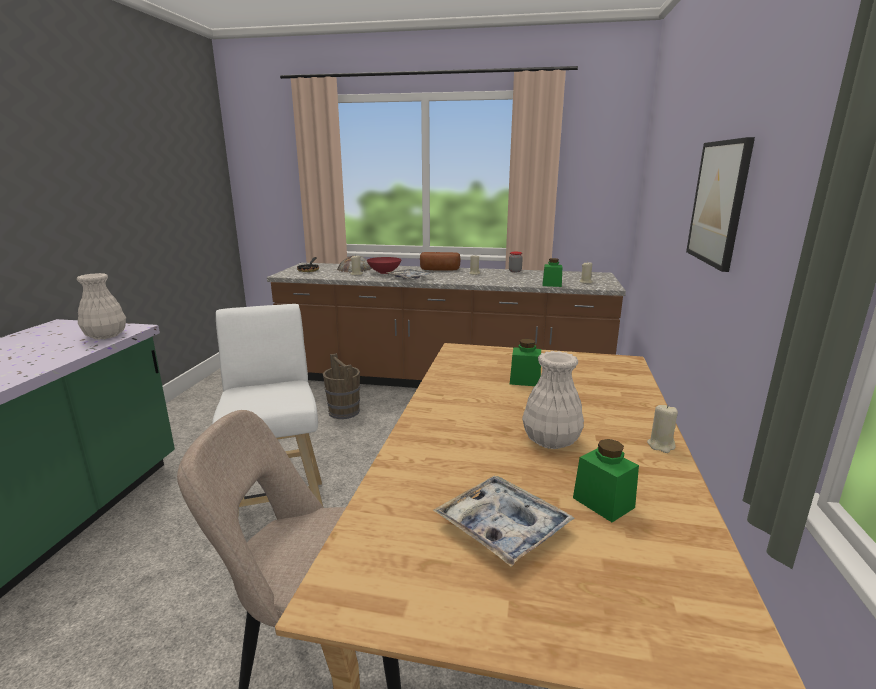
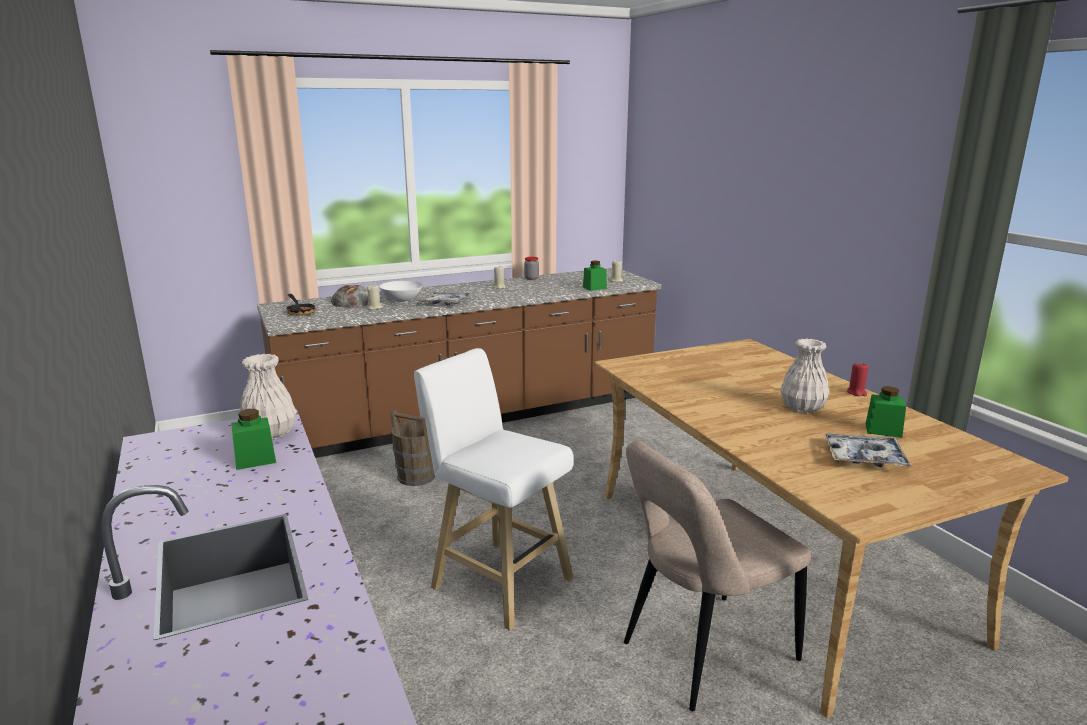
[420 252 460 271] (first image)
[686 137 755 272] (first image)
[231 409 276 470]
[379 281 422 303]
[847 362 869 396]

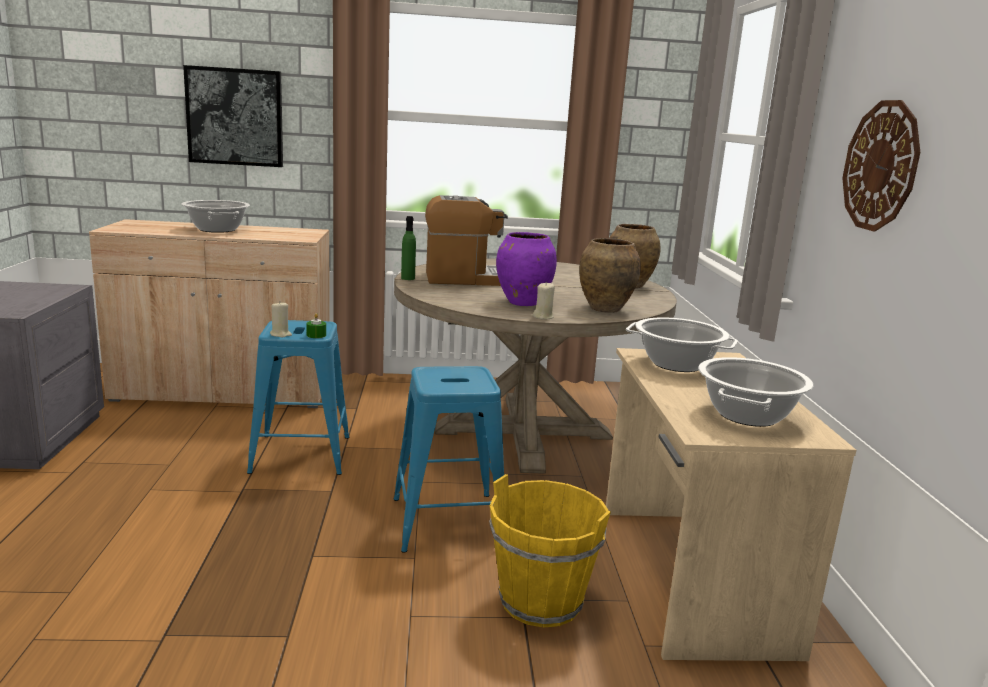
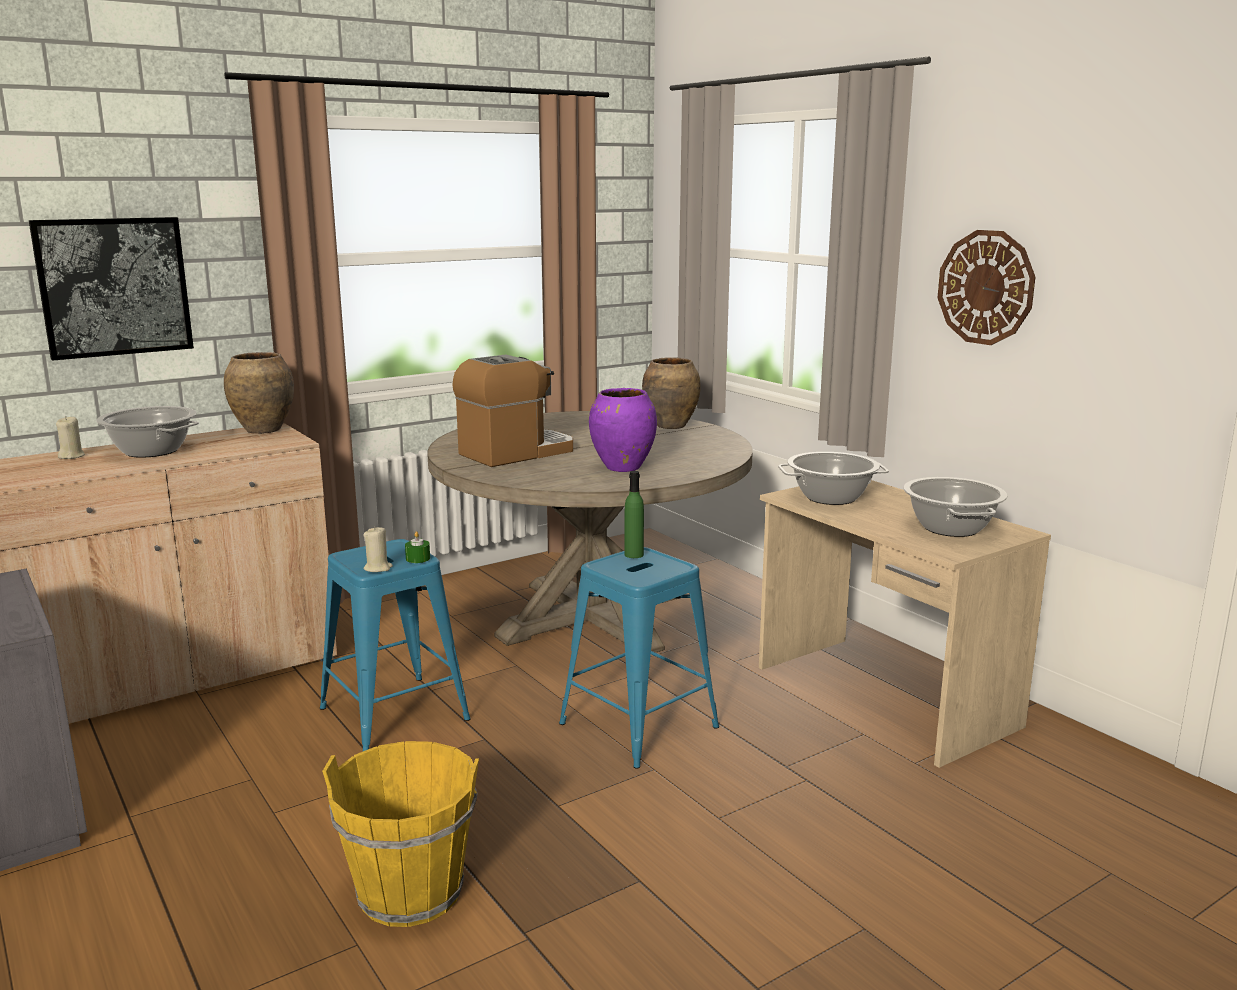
[624 471 644 558]
[322 741 479 927]
[56 416 85 459]
[224 352 294 434]

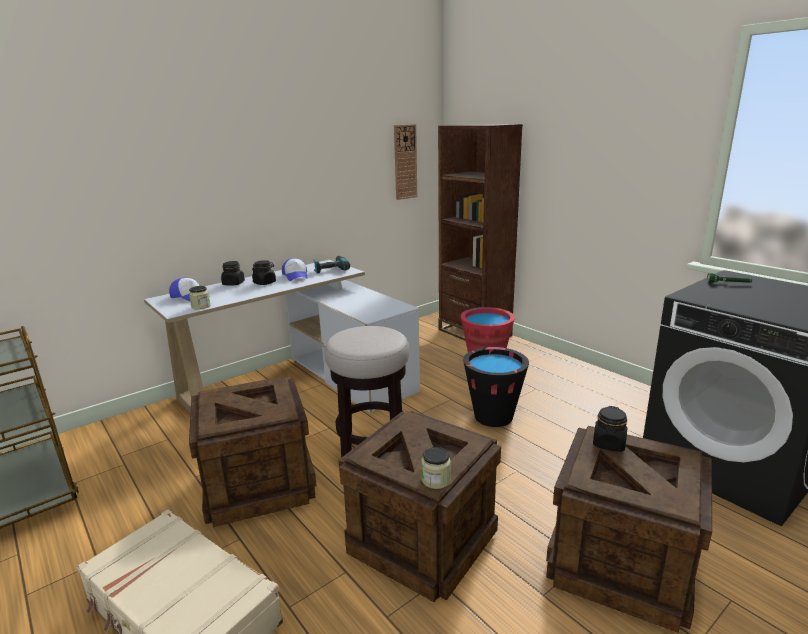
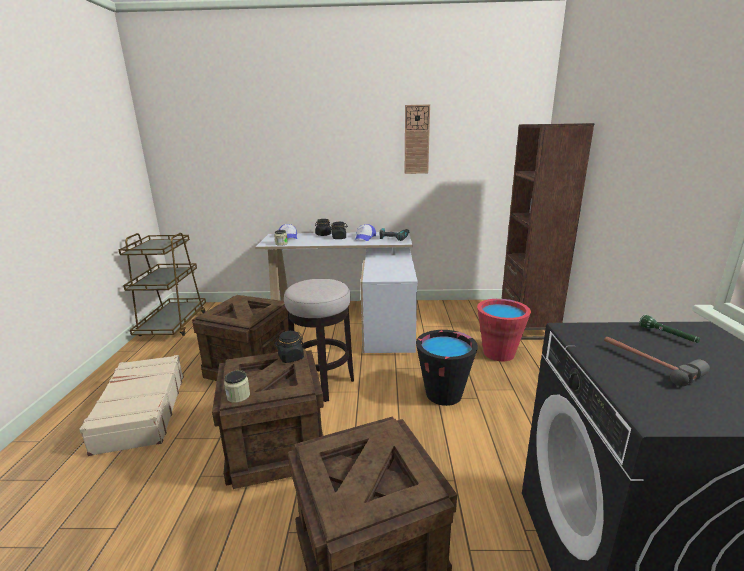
[604 337 710 387]
[405 104 430 174]
[274 331 305 363]

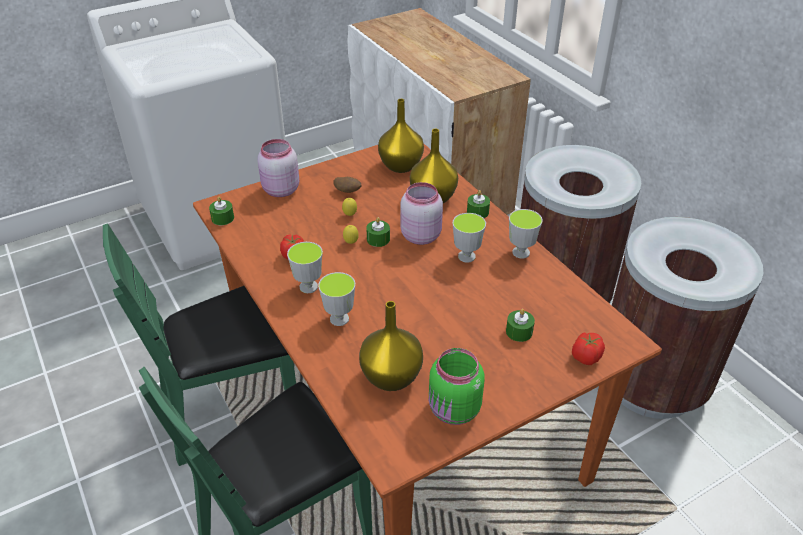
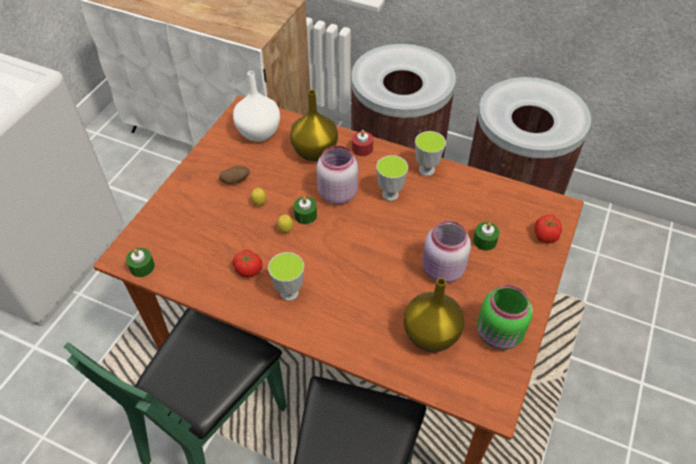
[318 272 355 326] (first image)
[422 221 471 283]
[233 71 280 142]
[352 130 373 156]

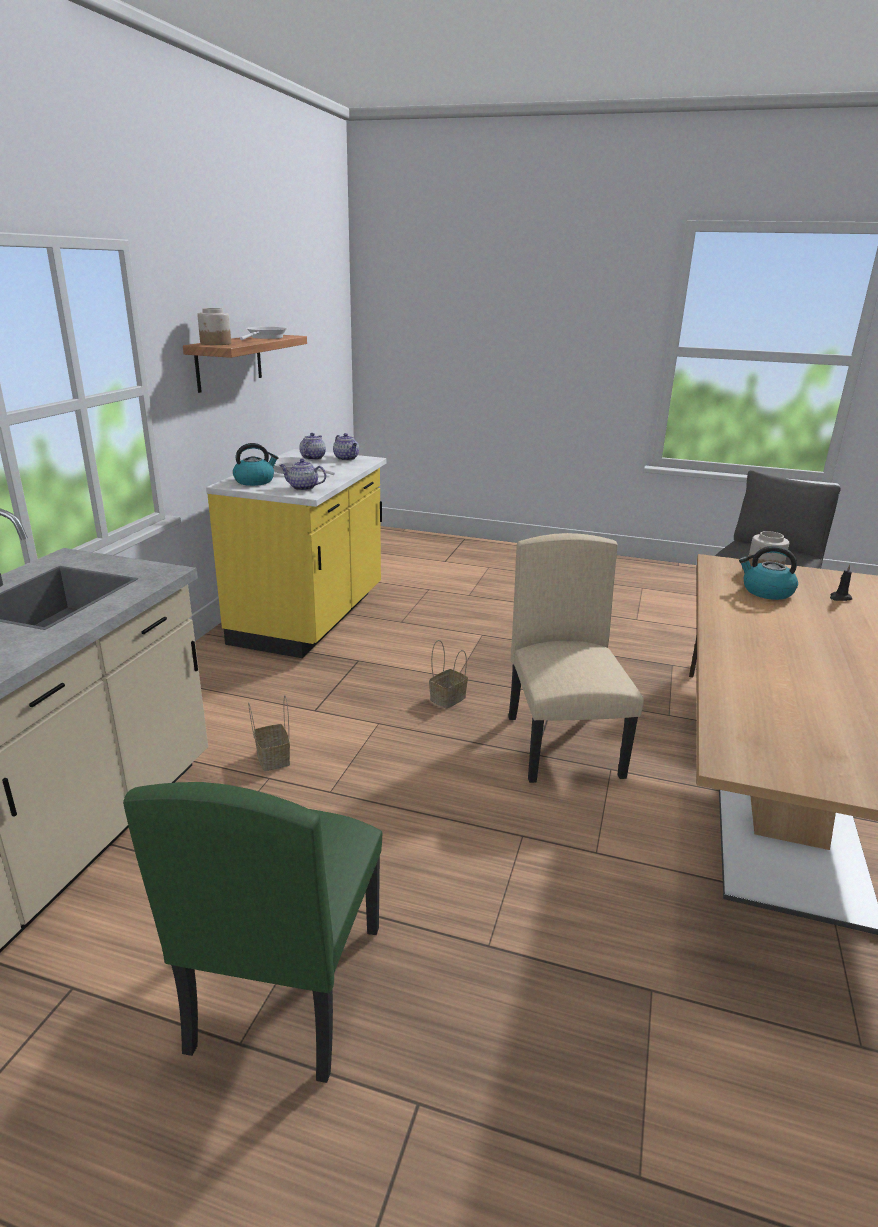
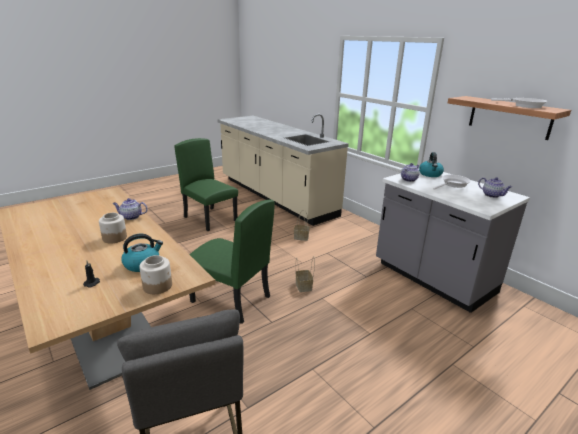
[99 213 127 244]
[112 198 148 220]
[376 168 530 313]
[189 199 275 324]

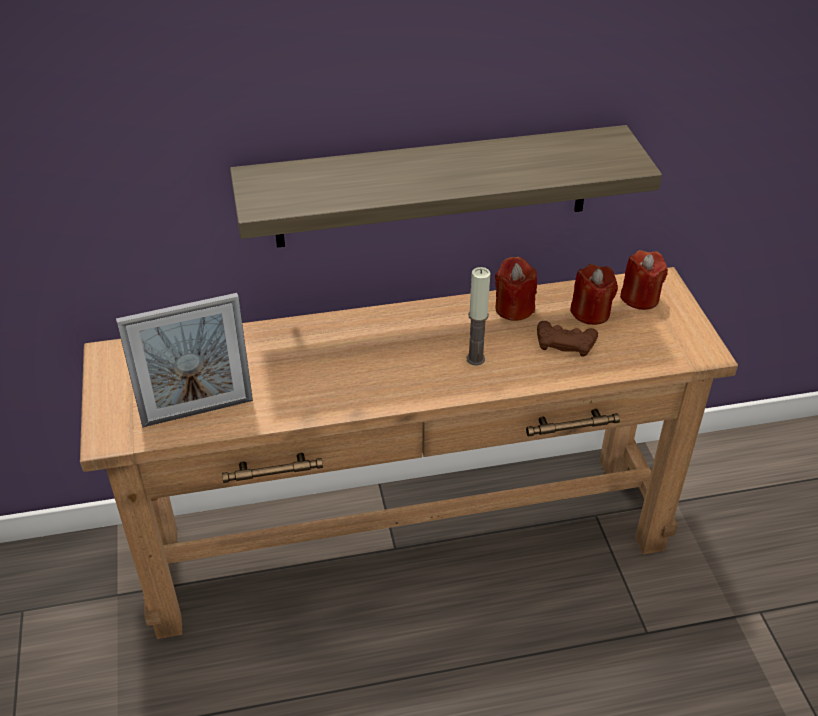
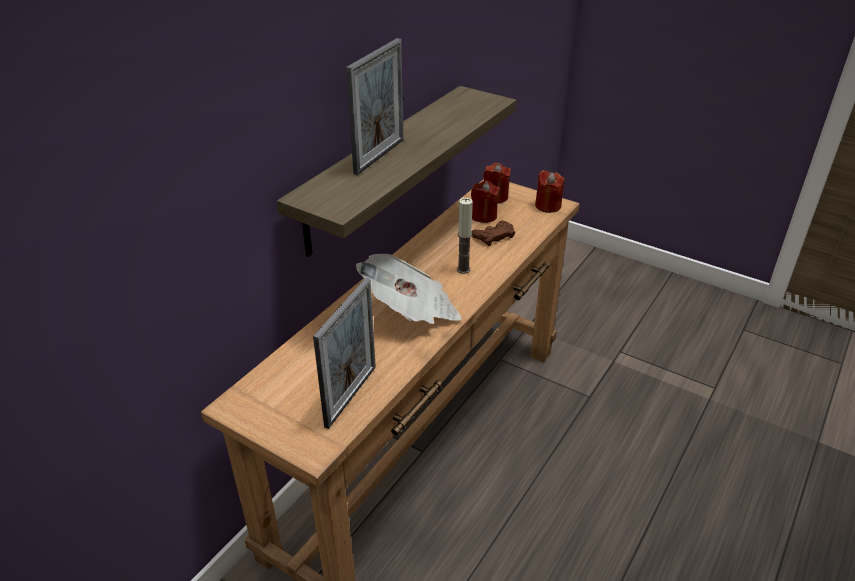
[346 38 403 175]
[356 253 462 324]
[535 170 564 213]

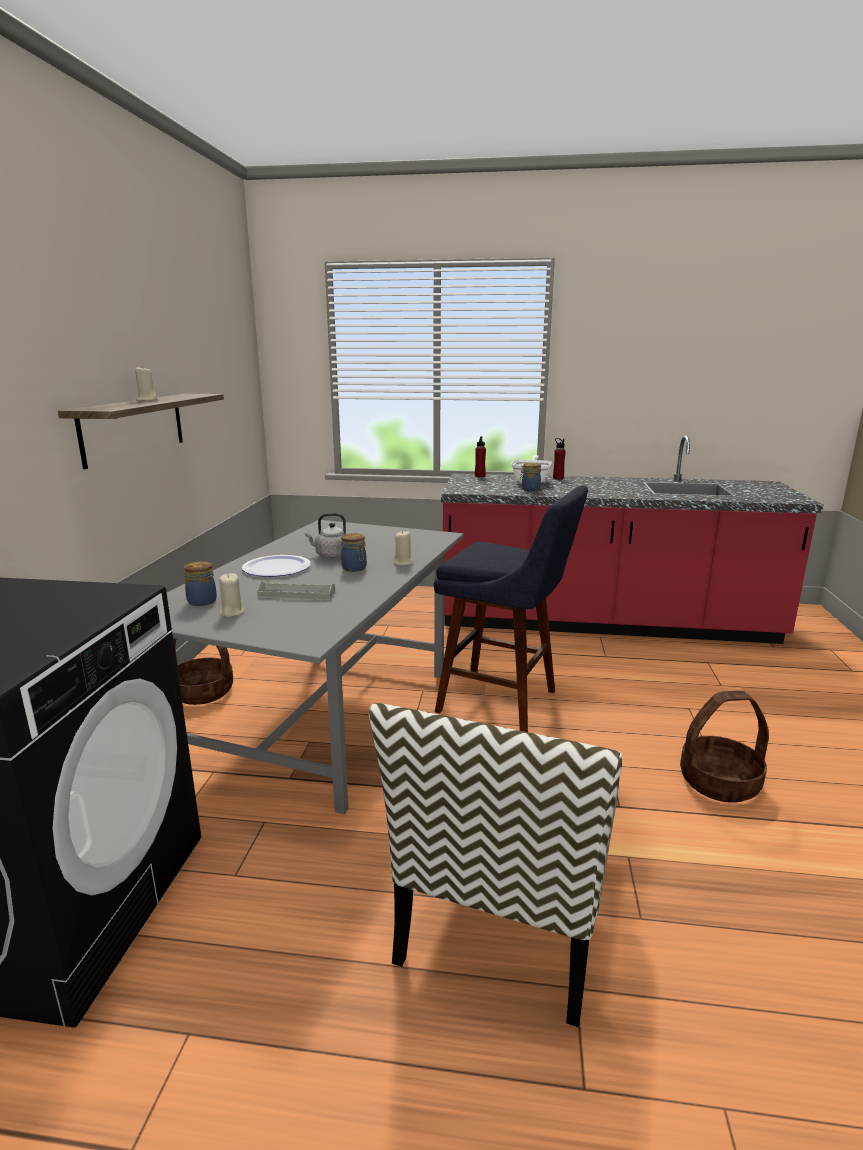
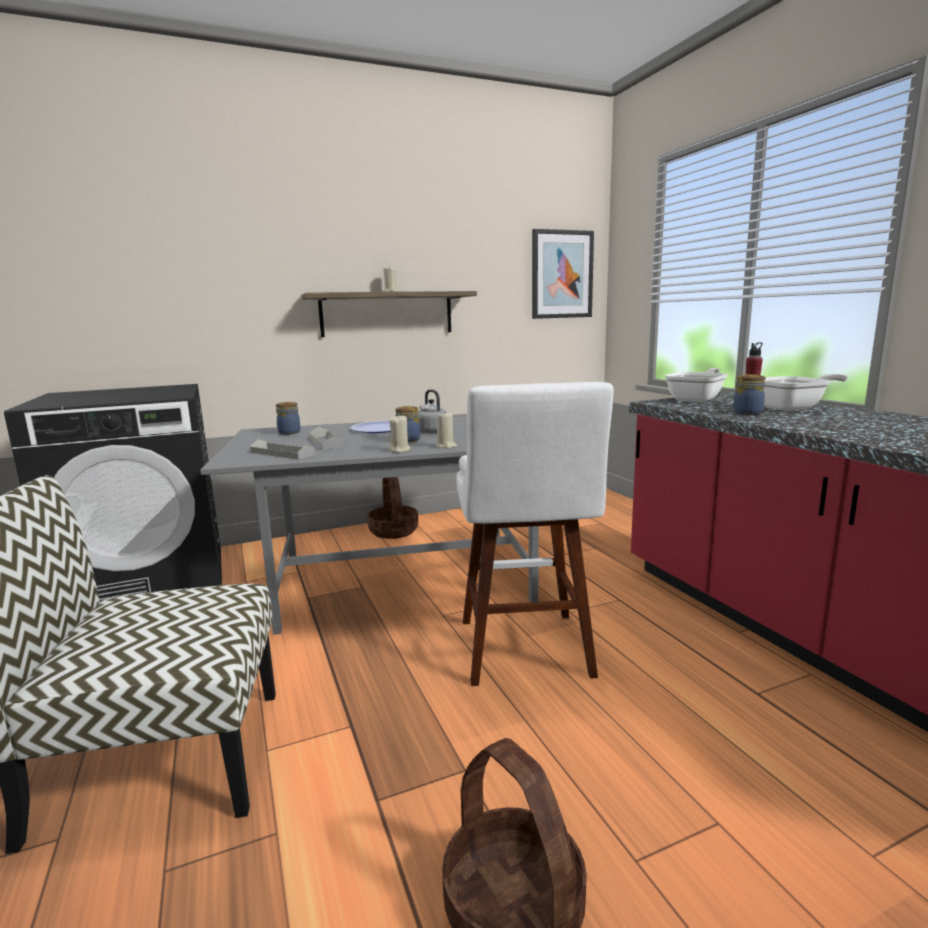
[553 438 566 479] (first image)
[250 439 315 460]
[532 229 594 319]
[664 368 728 403]
[388 416 411 452]
[456 382 614 686]

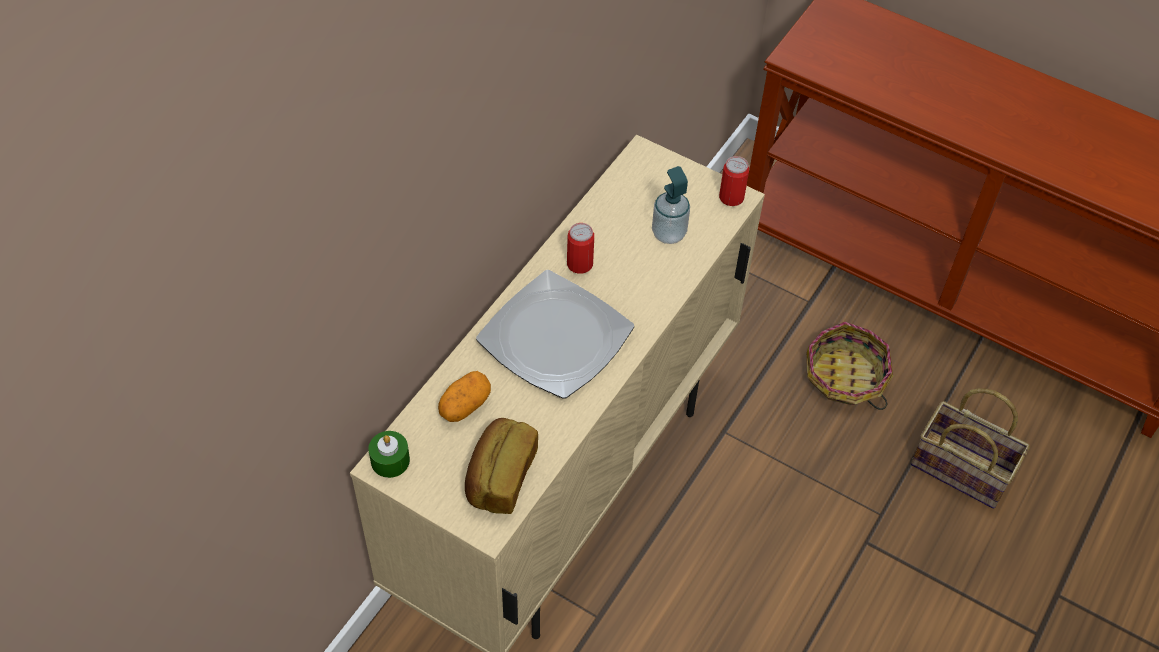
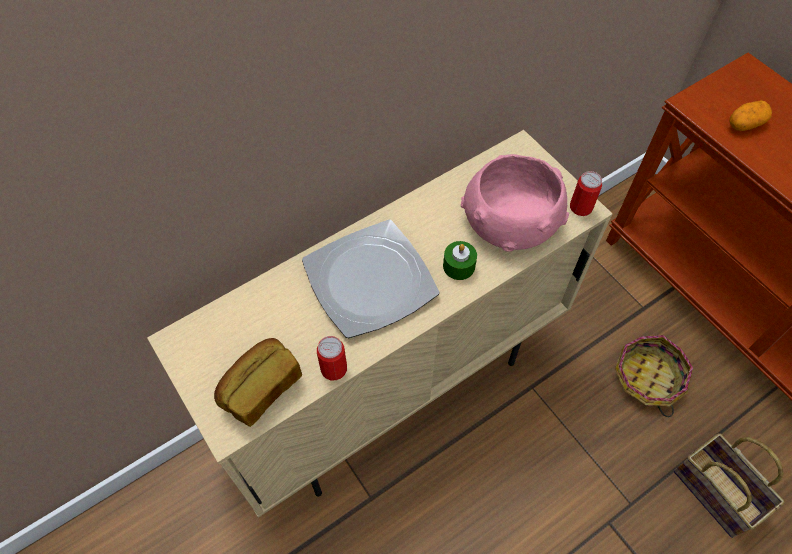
[443 241 477 280]
[730 100 772 131]
[317 336 347 380]
[461 154 569 252]

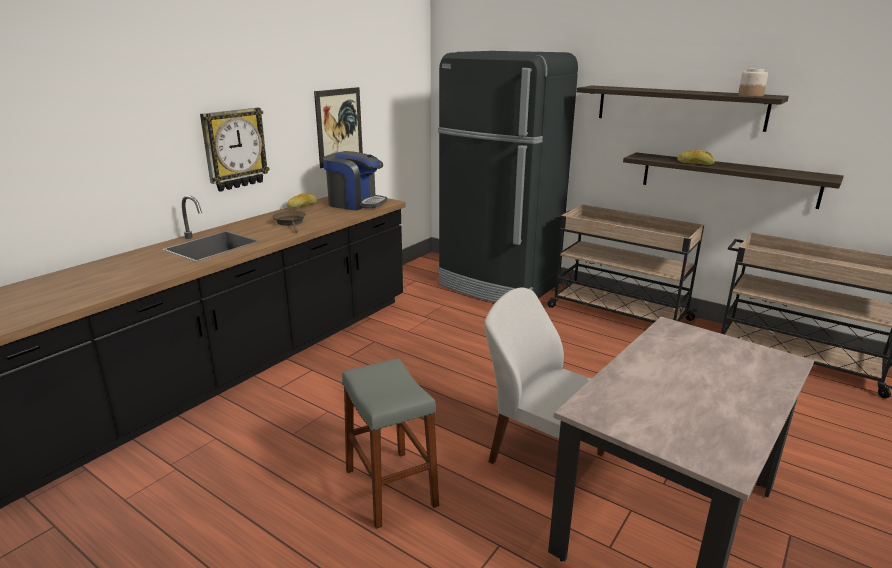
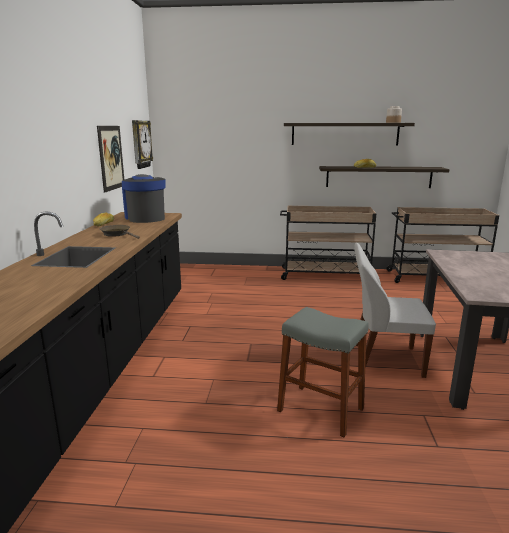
[438 51 578 303] (first image)
[132 120 153 169]
[122 174 166 223]

